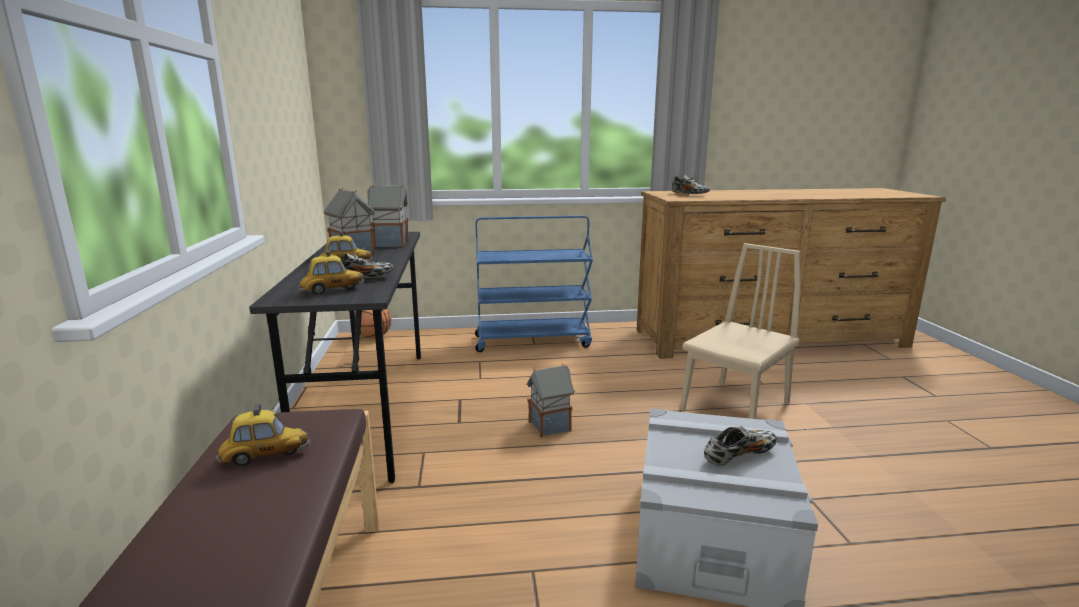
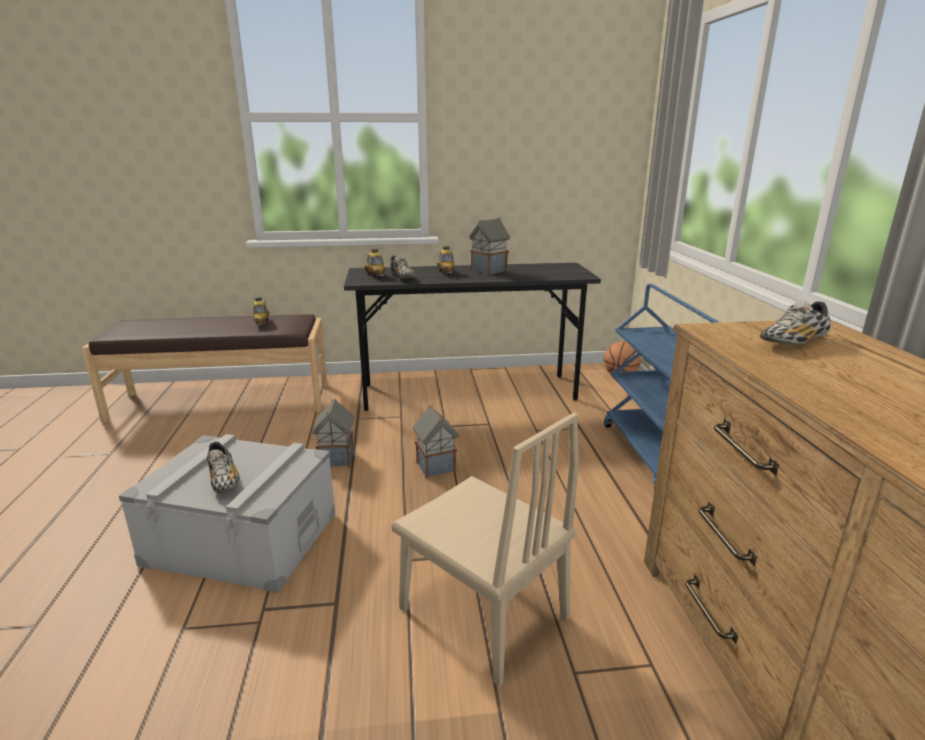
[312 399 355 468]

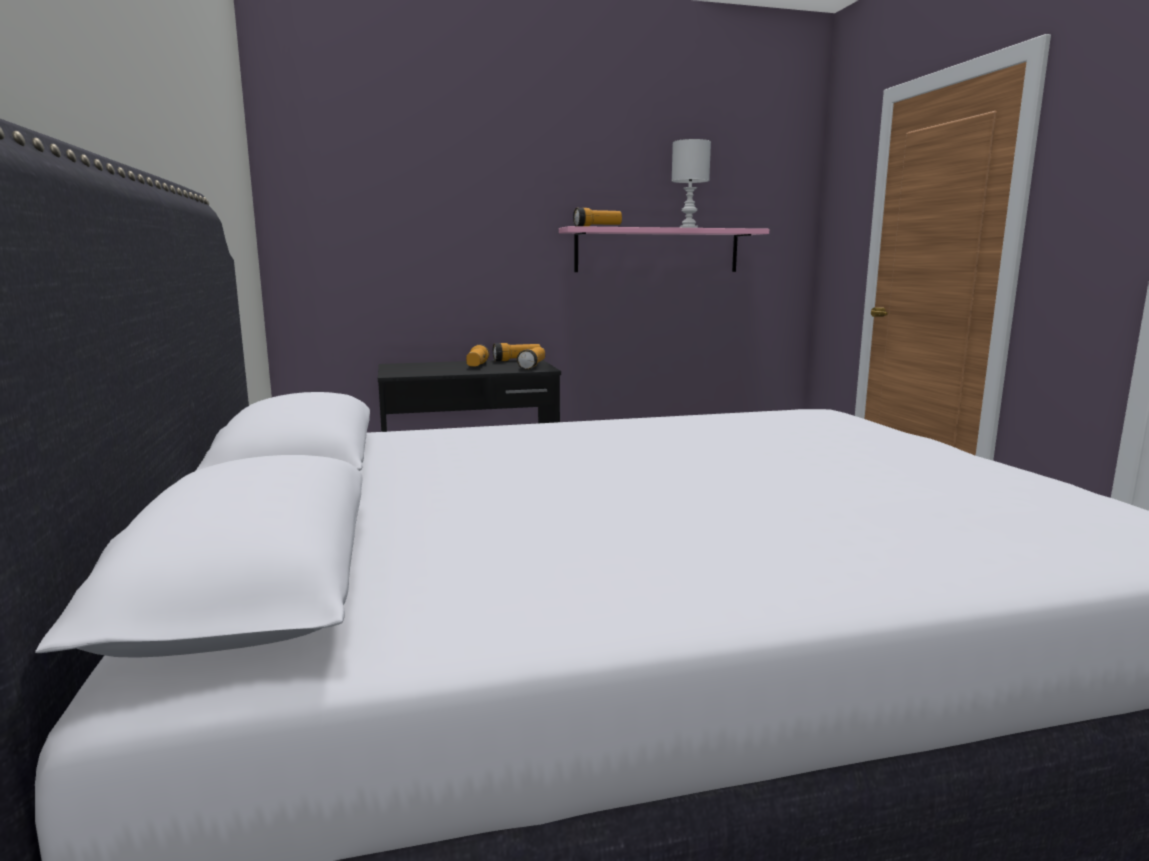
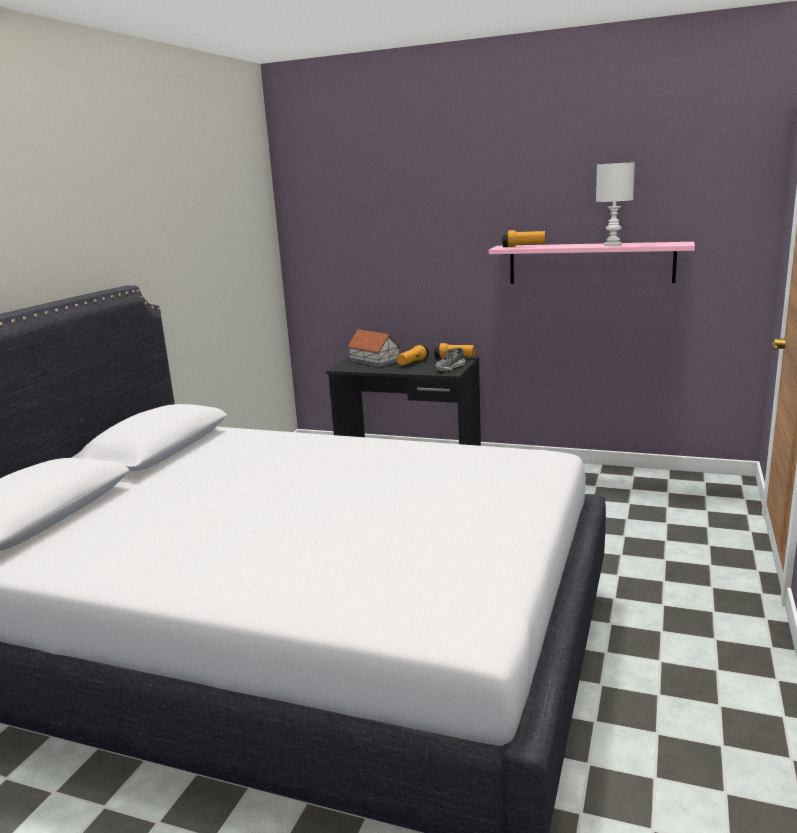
[347 329 401 367]
[435 348 465 371]

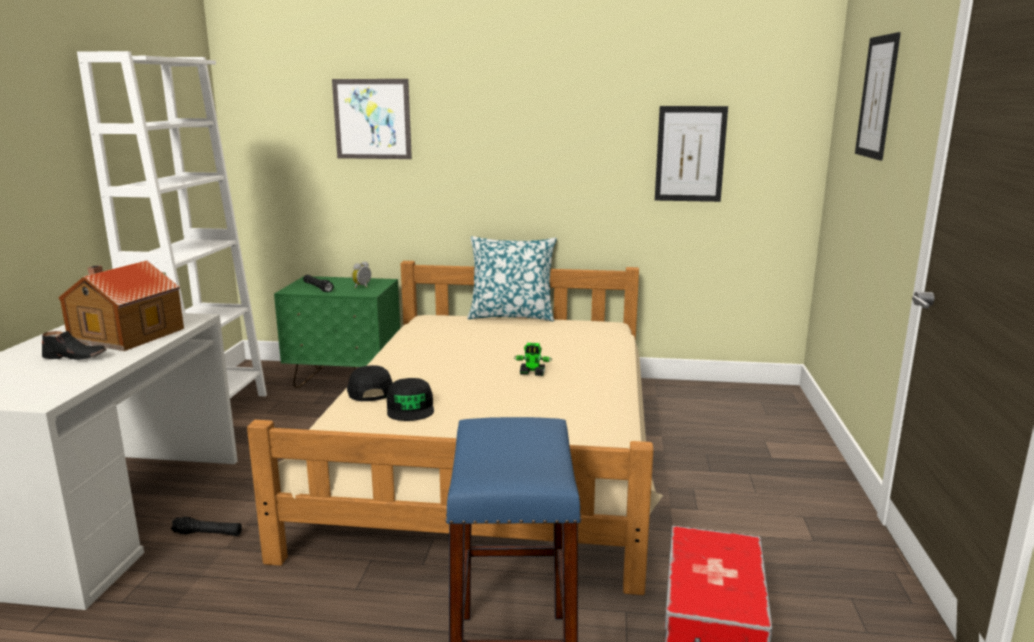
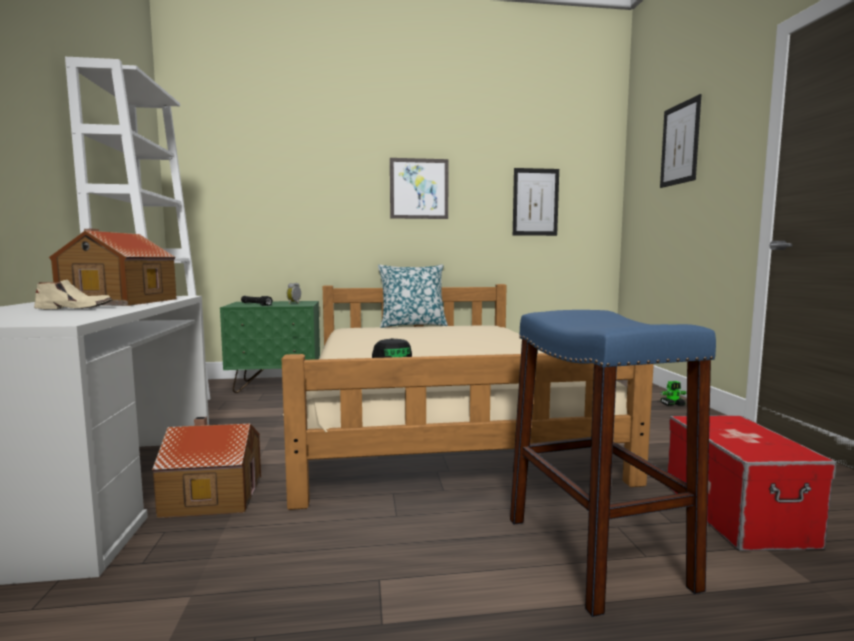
[347 365 393 401] (first image)
[390 158 449 219]
[660 381 687 406]
[152 417 261 518]
[34 280 112 309]

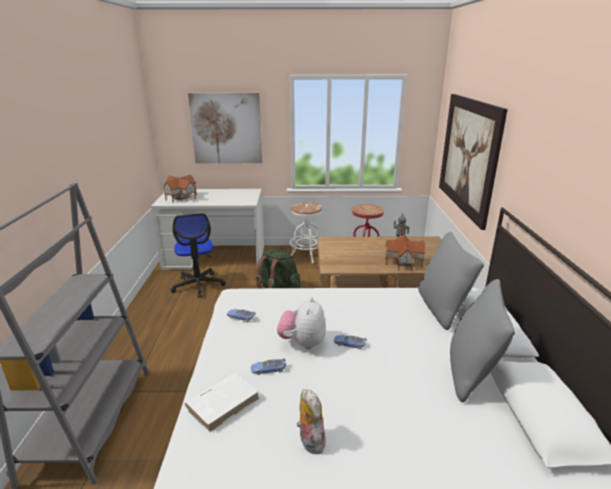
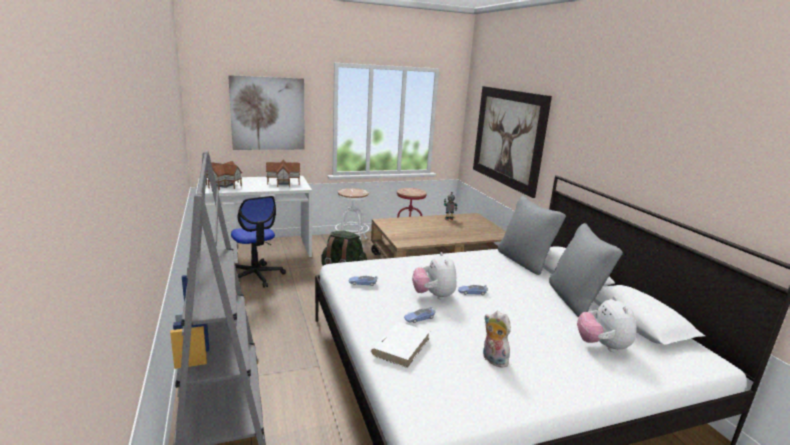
[577 296 637 352]
[266 159 301 187]

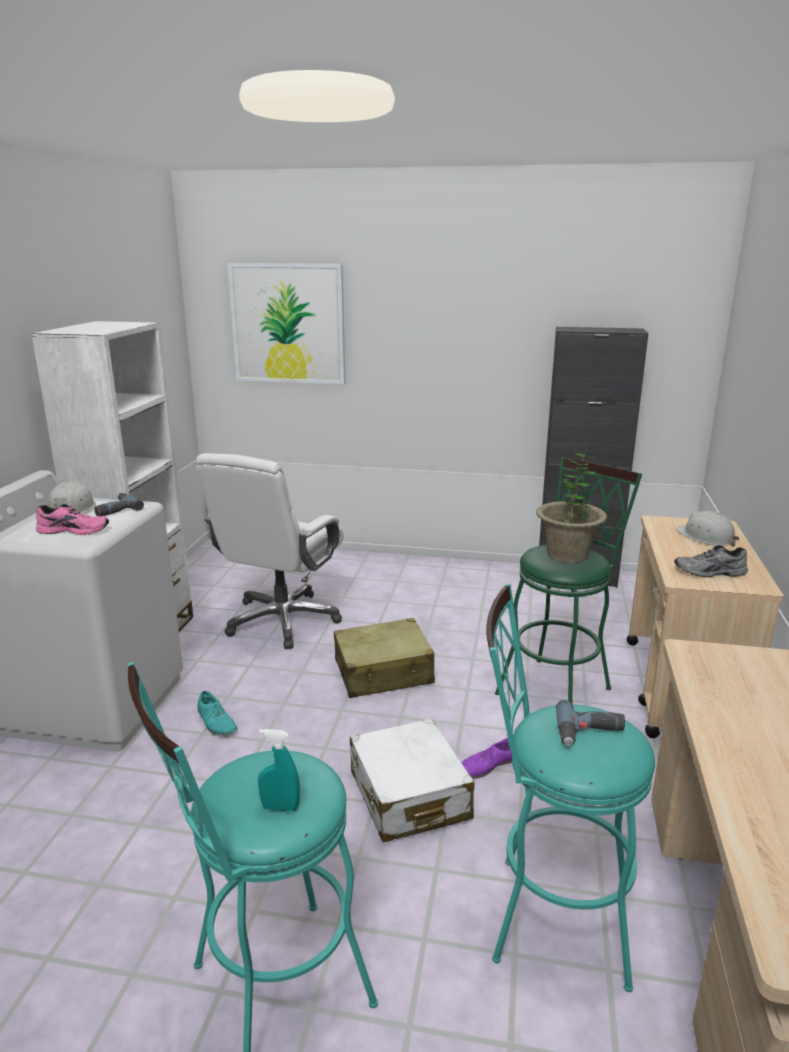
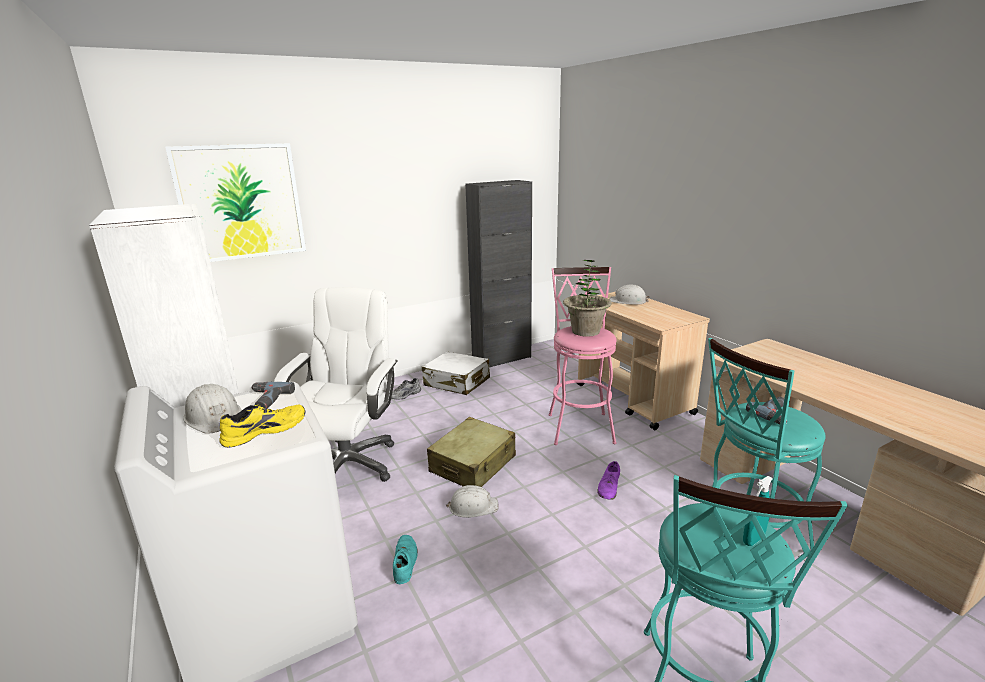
[446 485 499 518]
[422 351 490 395]
[391 378 421 400]
[219 404 305 448]
[549 267 617 445]
[274 287 398 482]
[393 535 418 584]

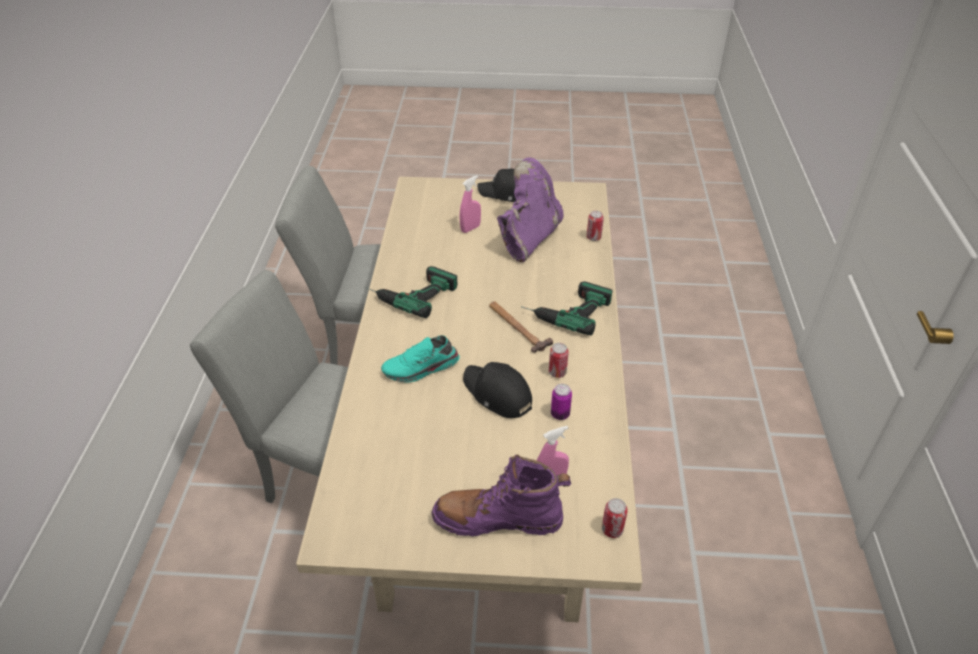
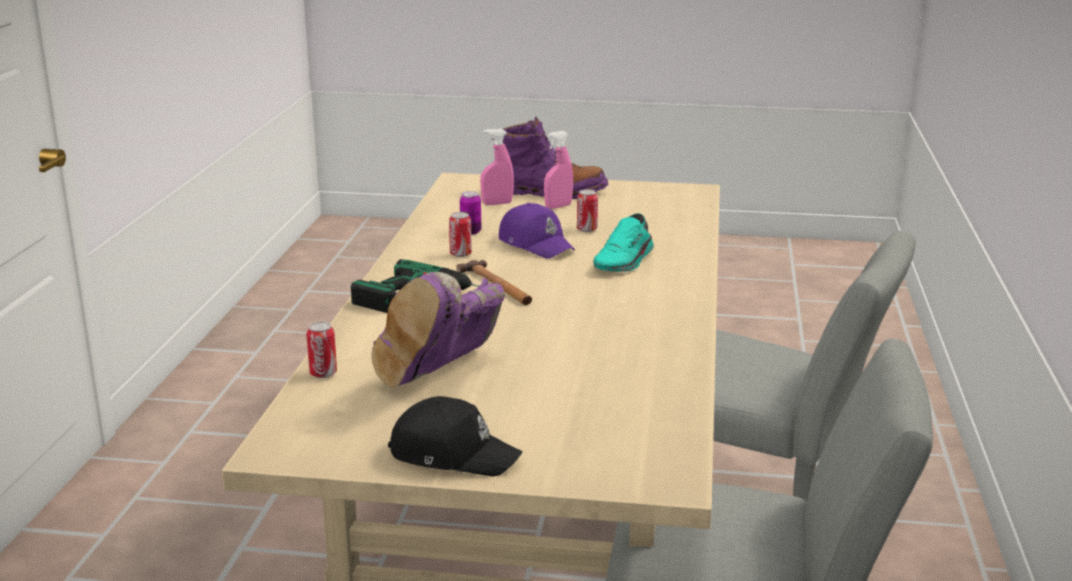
[365 266 458 318] (first image)
[544 131 573 209]
[577 189 598 232]
[499 203 575 258]
[593 213 654 272]

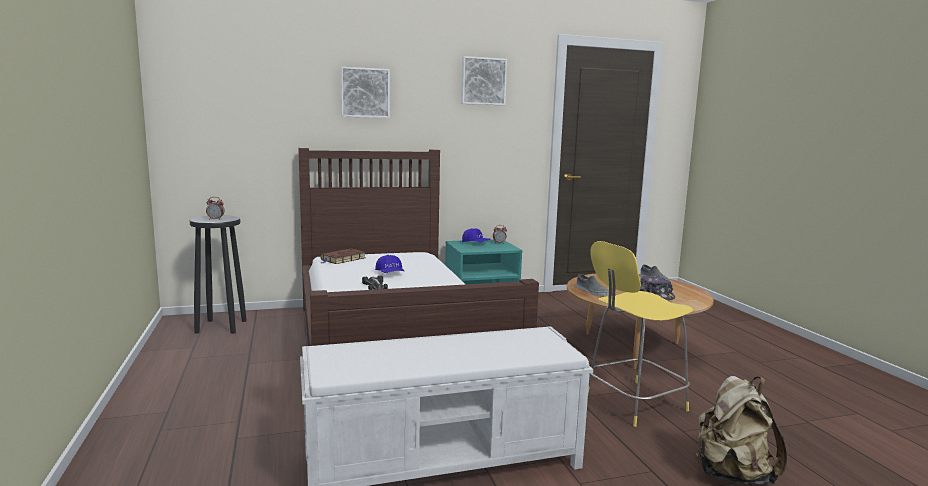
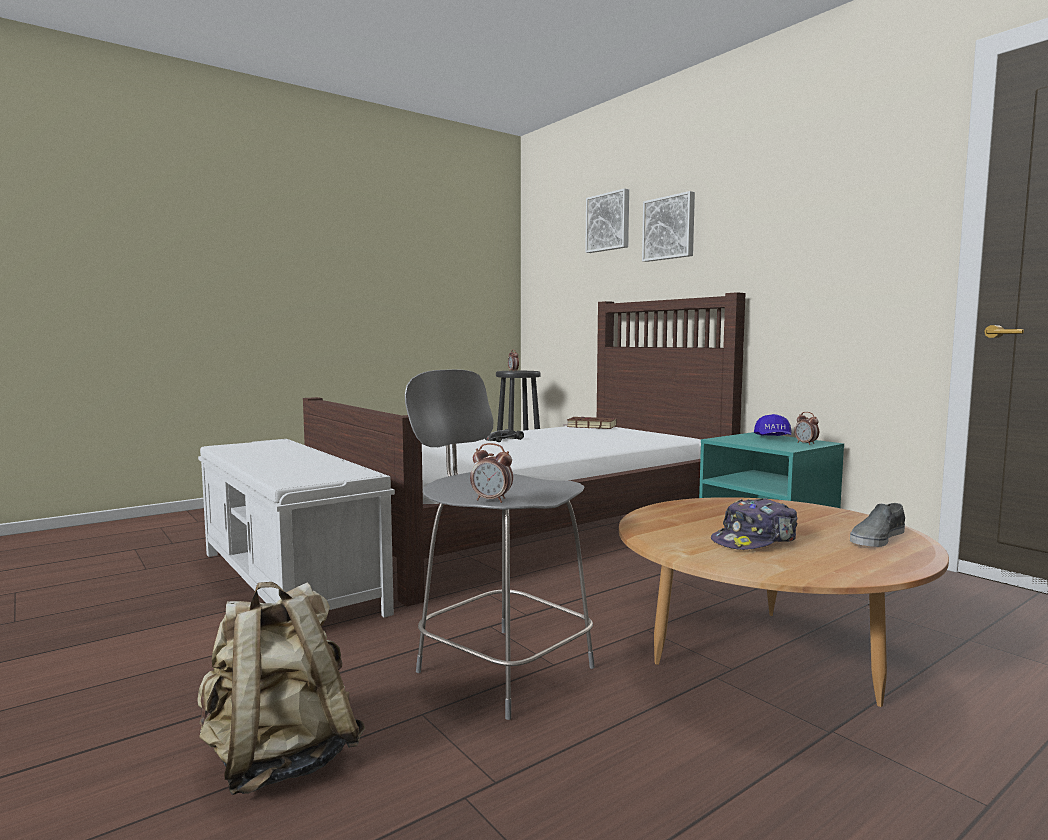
[375 255 404 273] (first image)
[576 274 609 296] (first image)
[470 443 513 503]
[585 188 629 253]
[405 369 595 720]

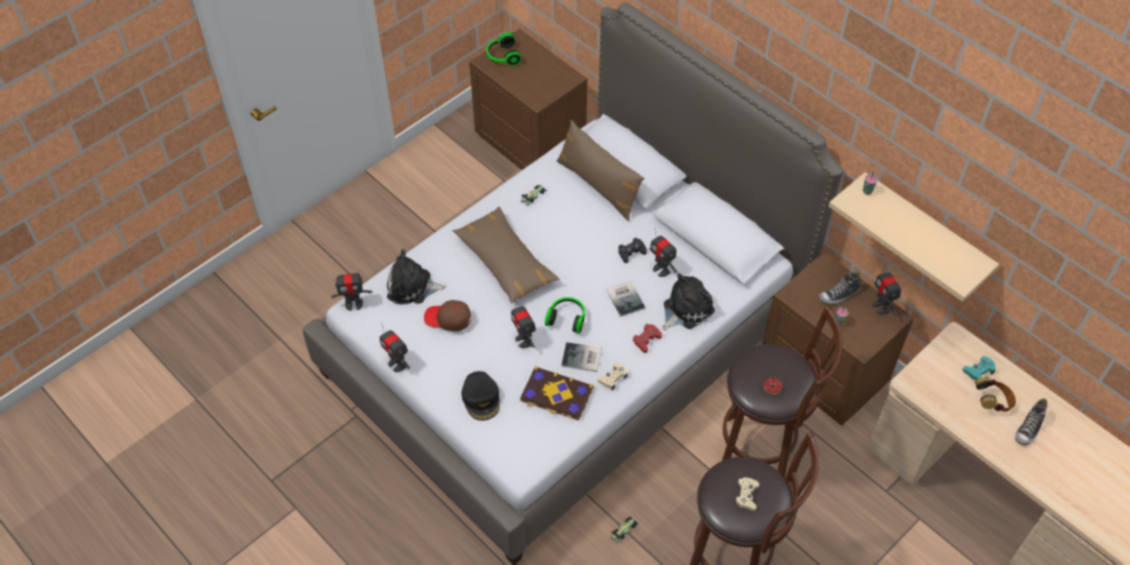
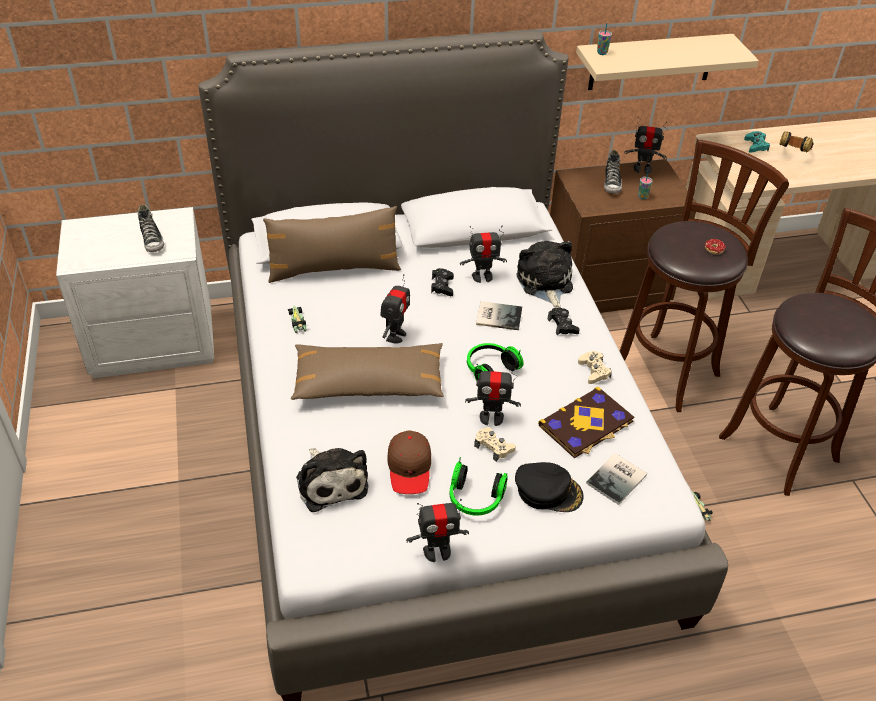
[380 274 410 343]
[450 457 508 516]
[586 453 647 505]
[474 427 516 462]
[138 204 164 252]
[56 207 215 378]
[548 307 580 336]
[296 448 368 512]
[387 430 431 494]

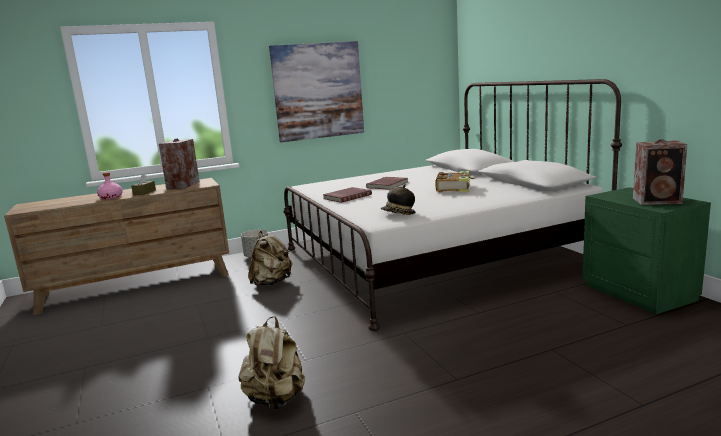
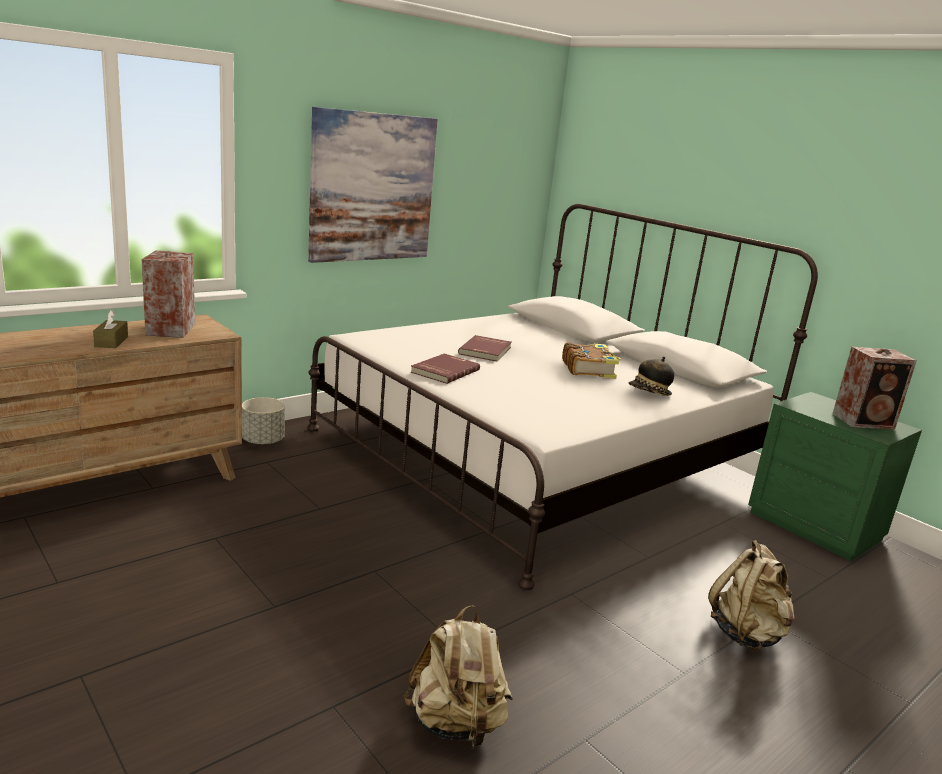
[97 172 123 199] (first image)
[708 540 795 651]
[629 357 674 396]

